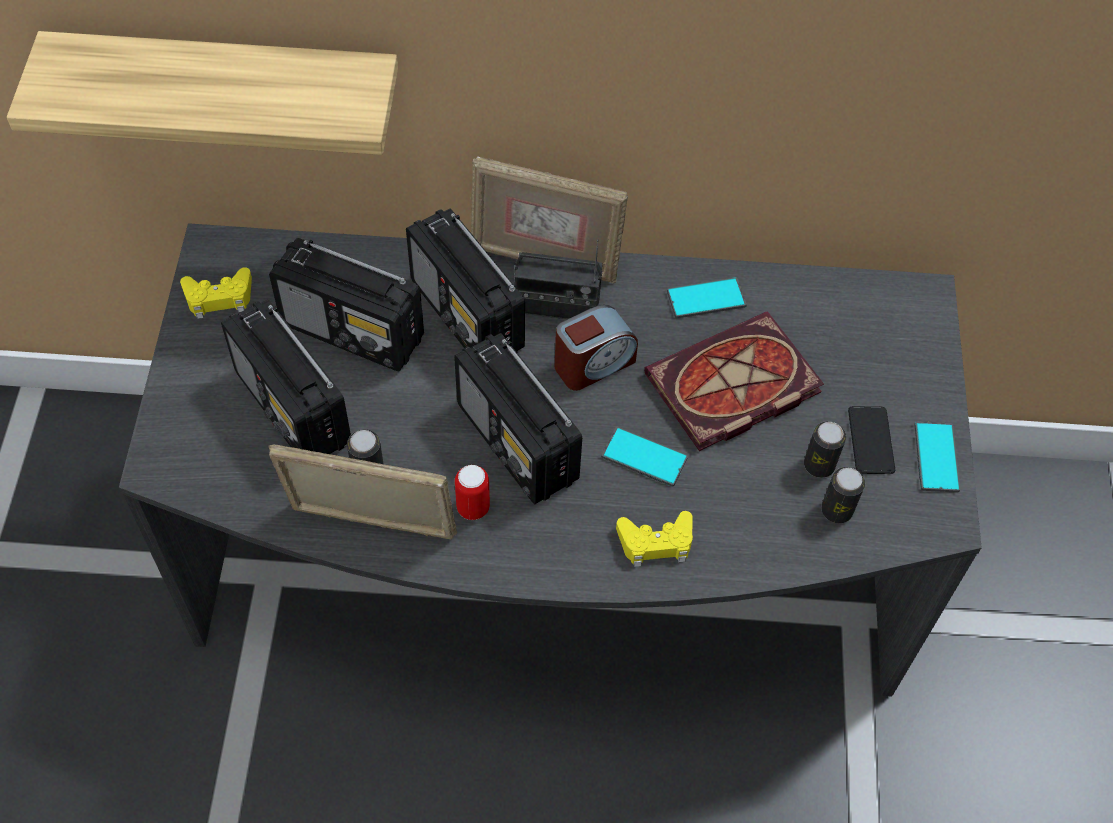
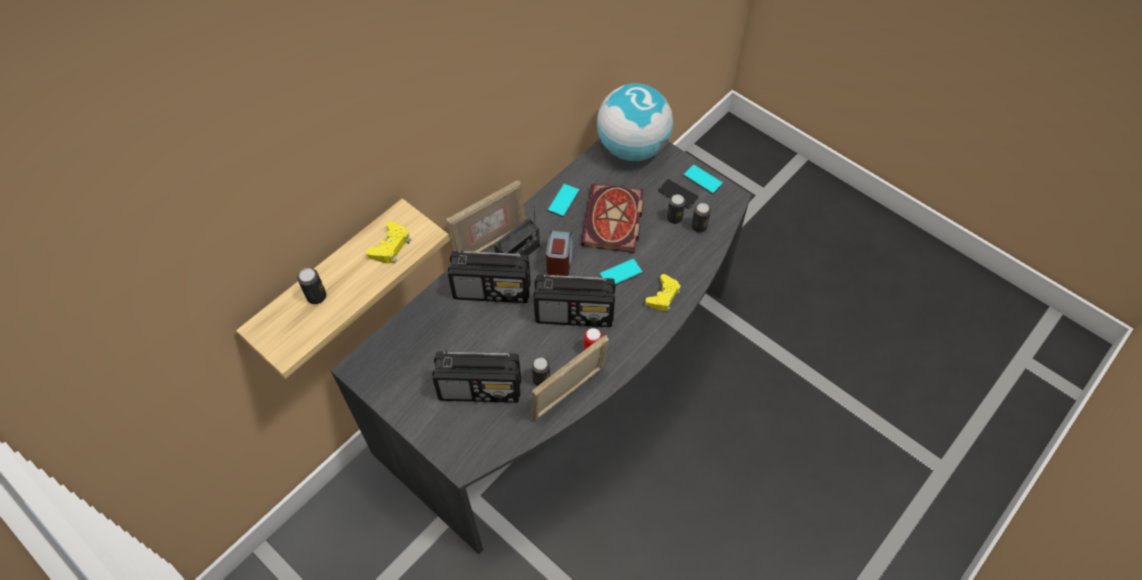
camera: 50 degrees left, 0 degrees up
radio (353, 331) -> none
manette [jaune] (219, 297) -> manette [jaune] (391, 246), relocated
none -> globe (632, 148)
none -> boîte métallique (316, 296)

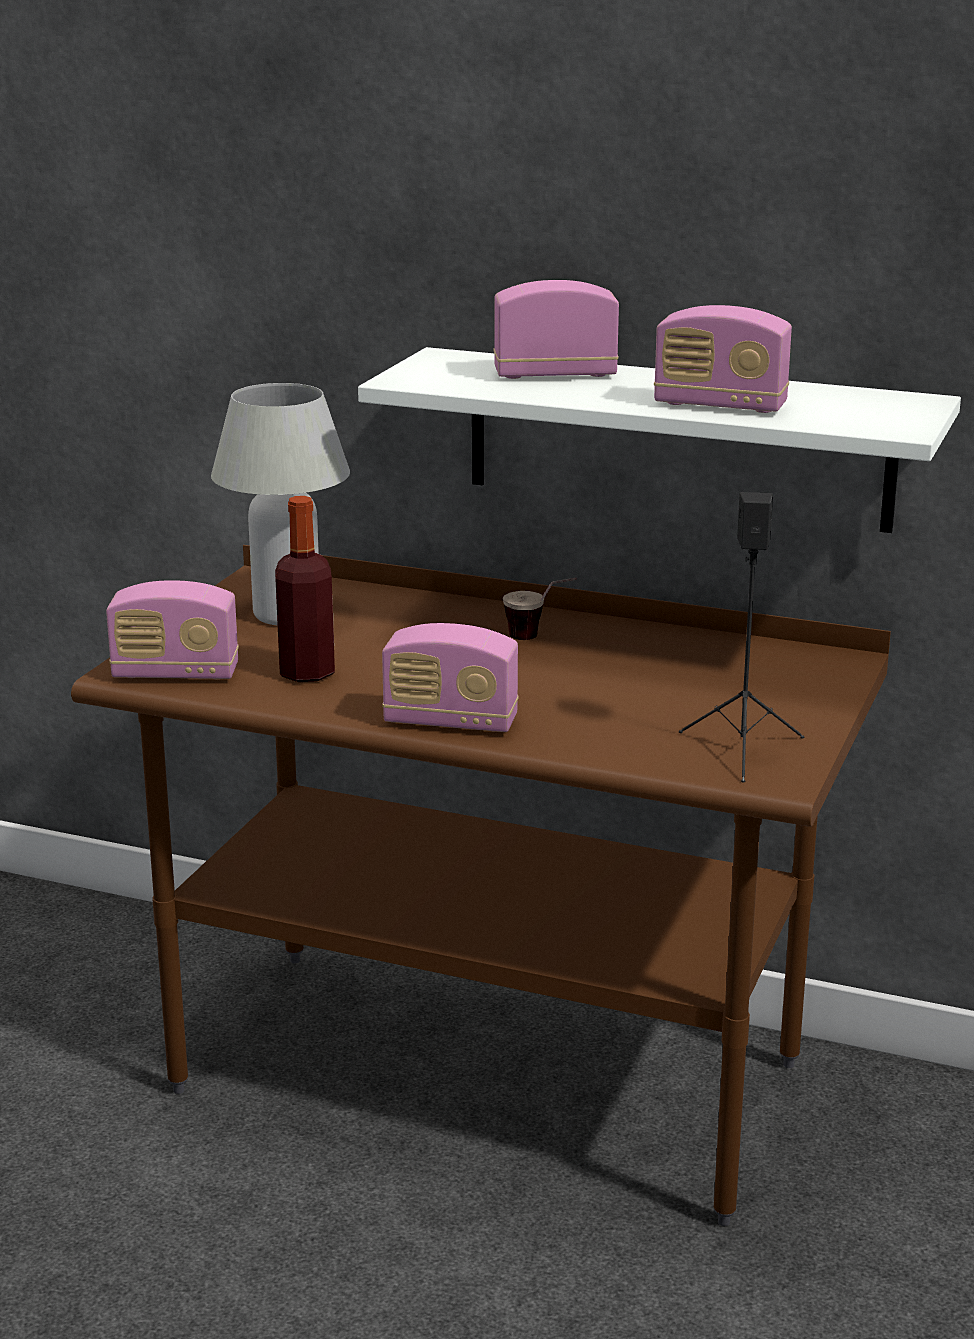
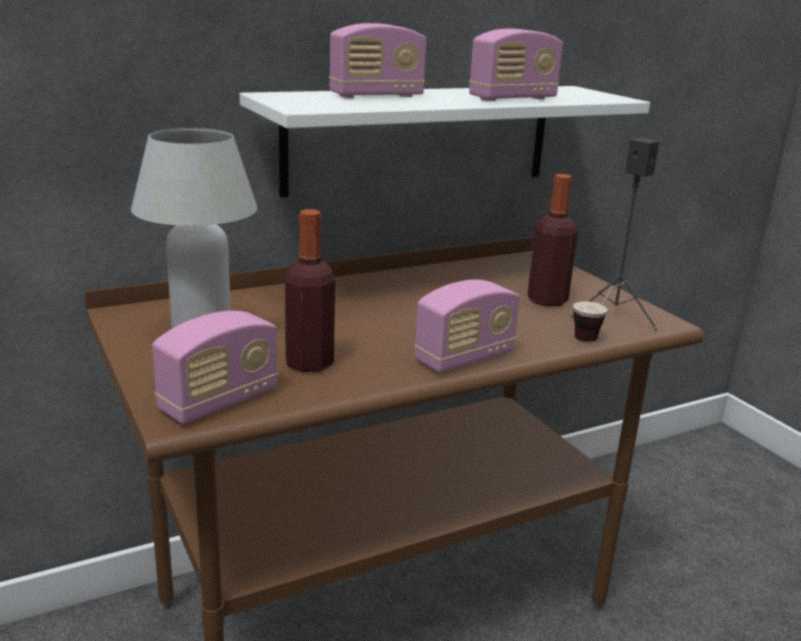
camera: 50 degrees left, 0 degrees up
radio (555, 374) -> radio (376, 96), 150 degrees counterclockwise
tasse (539, 638) -> tasse (596, 335), relocated
none -> bouteille (547, 300)

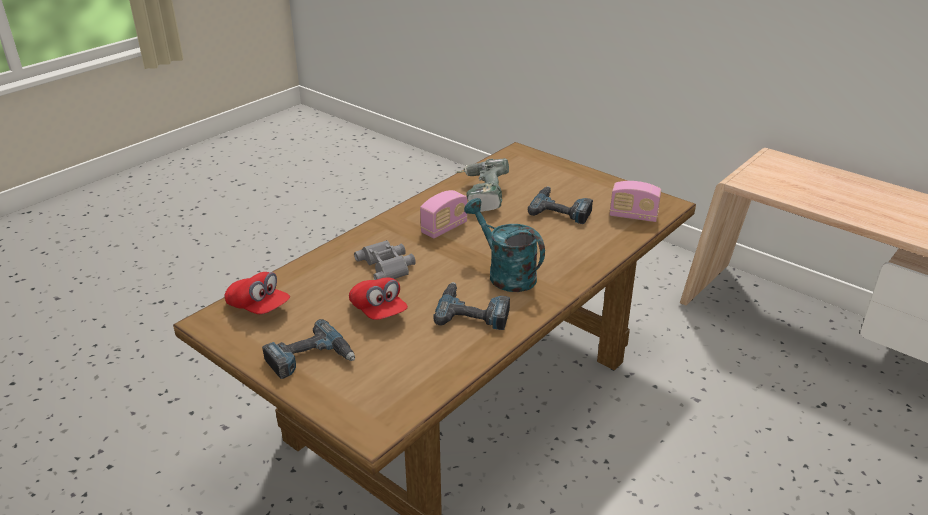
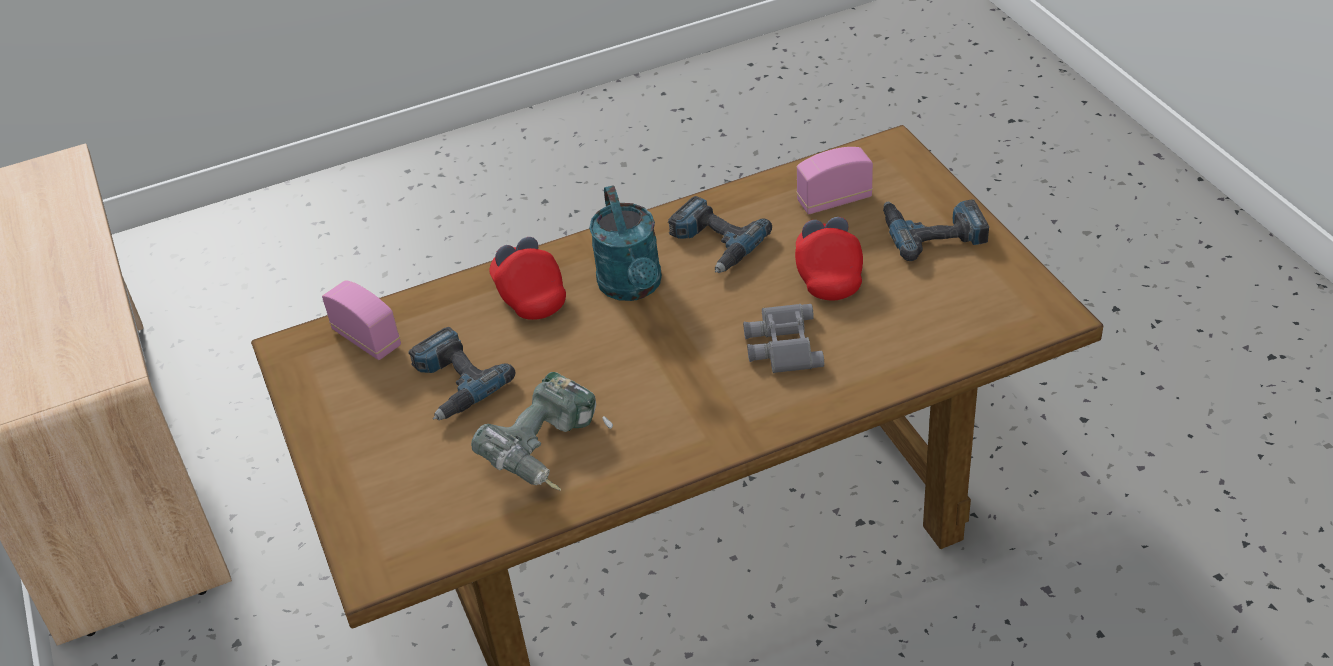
camera: 150 degrees left, 10 degrees up
radio (444, 228) -> radio (834, 200), relocated
casquette [rouge] (259, 307) -> casquette [rouge] (529, 294), relocated

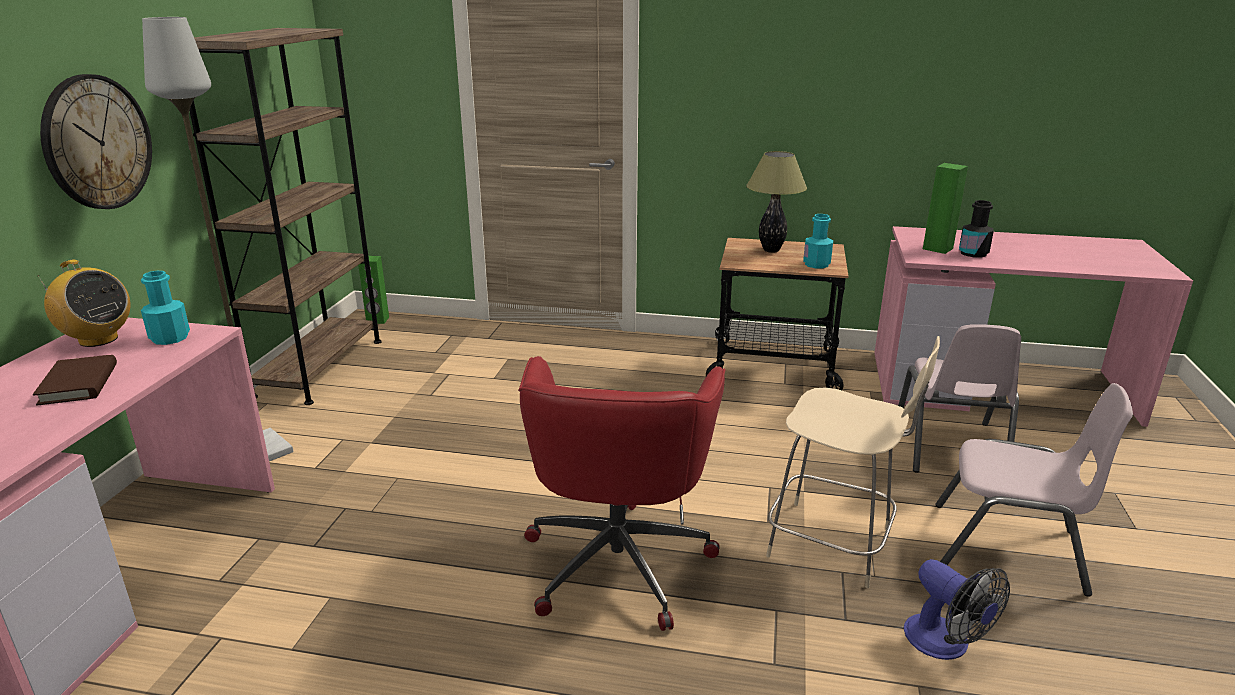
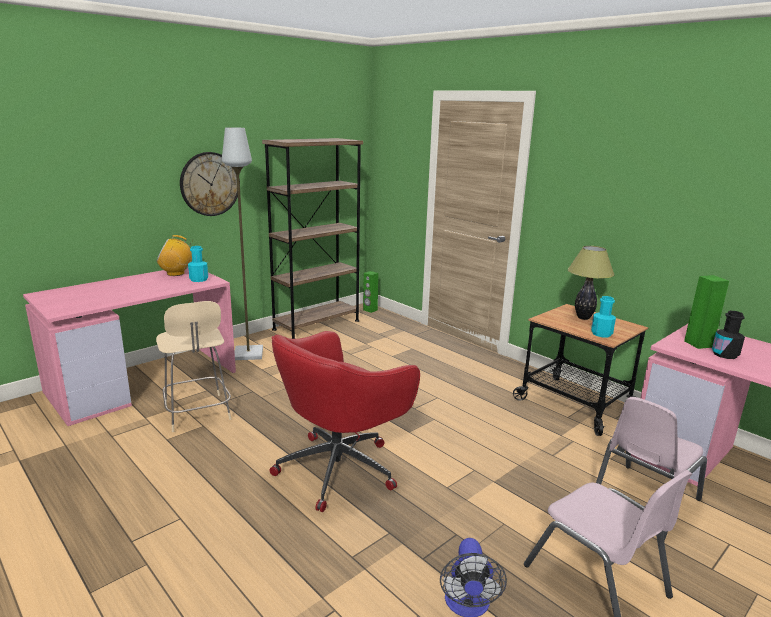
camera: 35 degrees right, 5 degrees down
radio (98, 339) -> radio (176, 273), 105 degrees clockwise
tabouret [beige] (834, 544) -> tabouret [beige] (197, 414), relocated
livre [marron] (79, 384) -> none

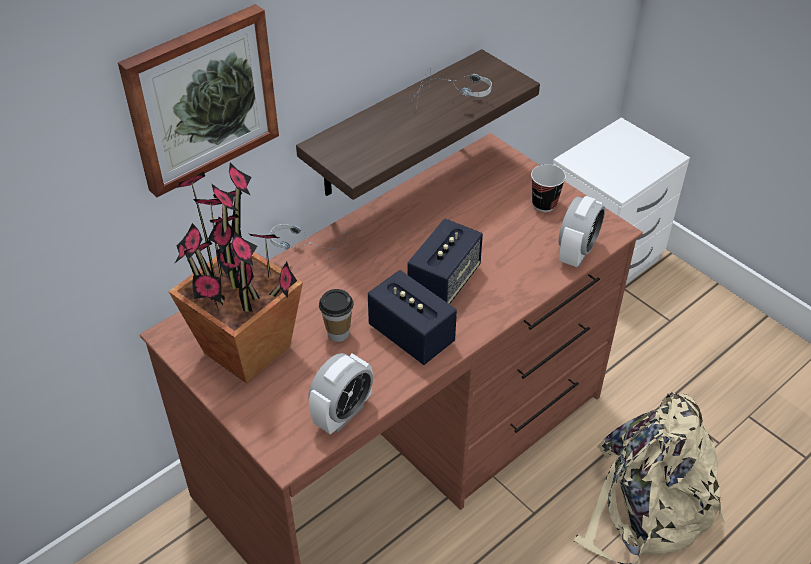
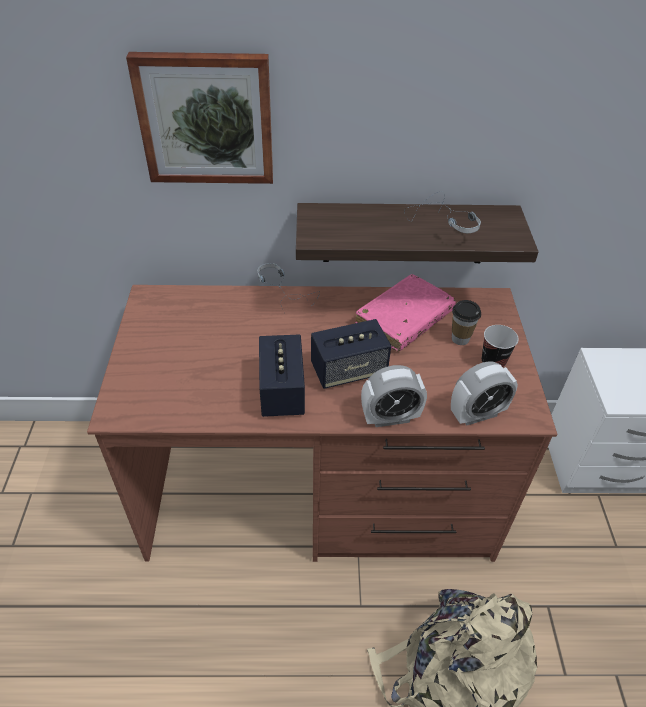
camera: 40 degrees right, 0 degrees up
plante en pot (246, 350) -> none
tasse (338, 333) -> tasse (460, 339), relocated
réveil (342, 414) -> réveil (390, 418), relocated
none -> livre [rose] (404, 320)

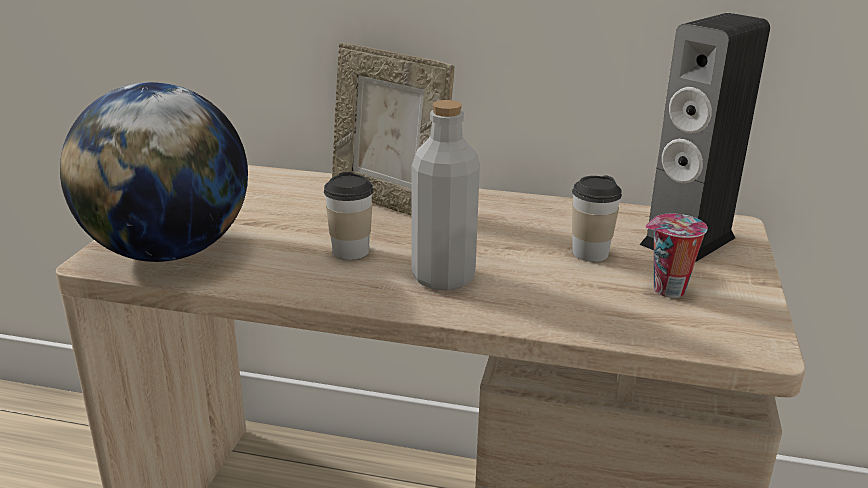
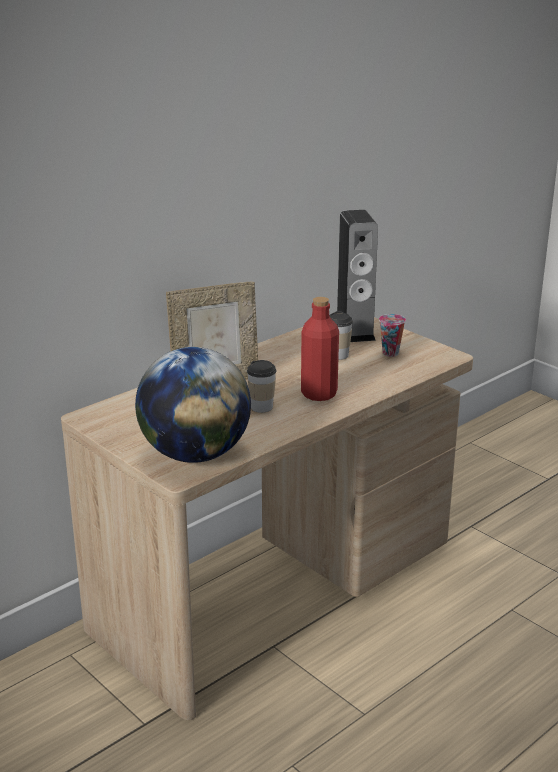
camera: 55 degrees left, 0 degrees up
bouteille [gris] (443, 277) -> bouteille [rouge] (319, 394)

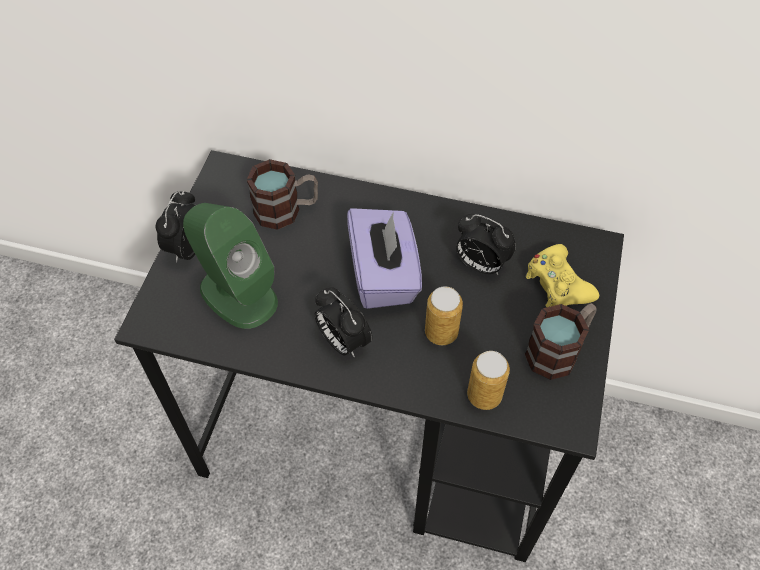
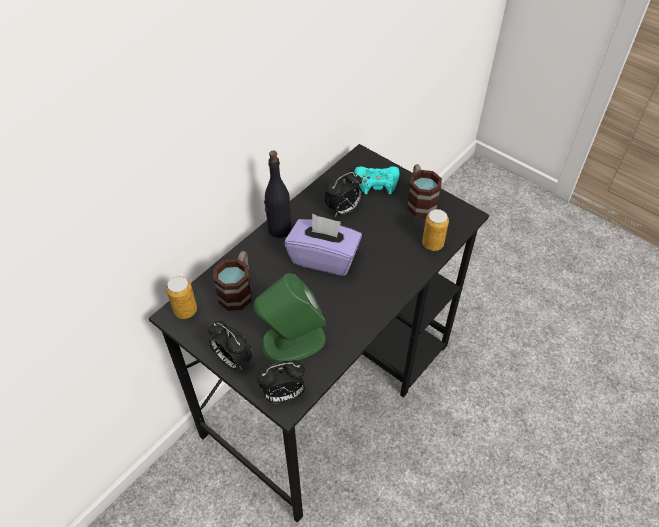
camera: 65 degrees left, 5 degrees down
manette [jaune] (558, 284) -> manette [turquoise] (377, 183)
boîte métallique (441, 332) -> boîte métallique (185, 310), relocated
réveil (342, 341) -> réveil (283, 395), relocated
none -> bouteille [noir] (279, 229)

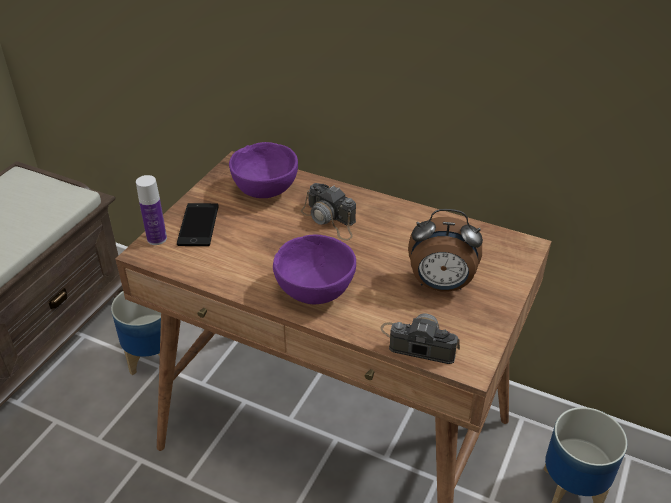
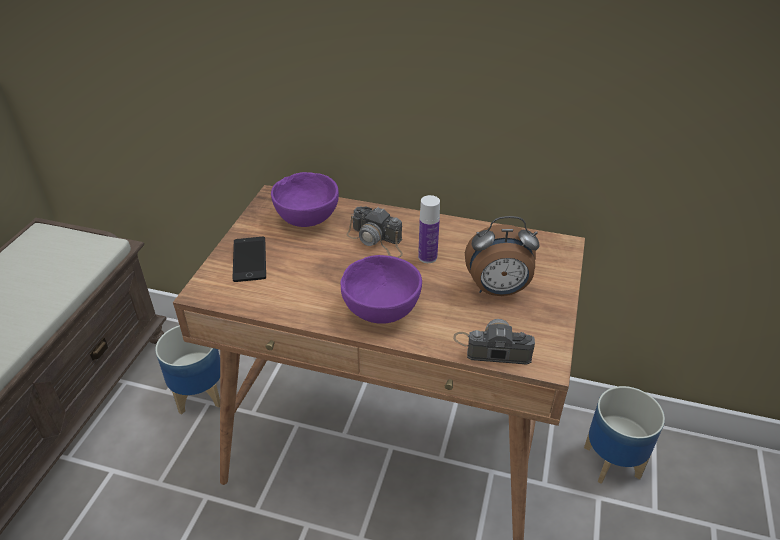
camera: 10 degrees left, 0 degrees up
bouteille (157, 239) -> bouteille (427, 257), relocated

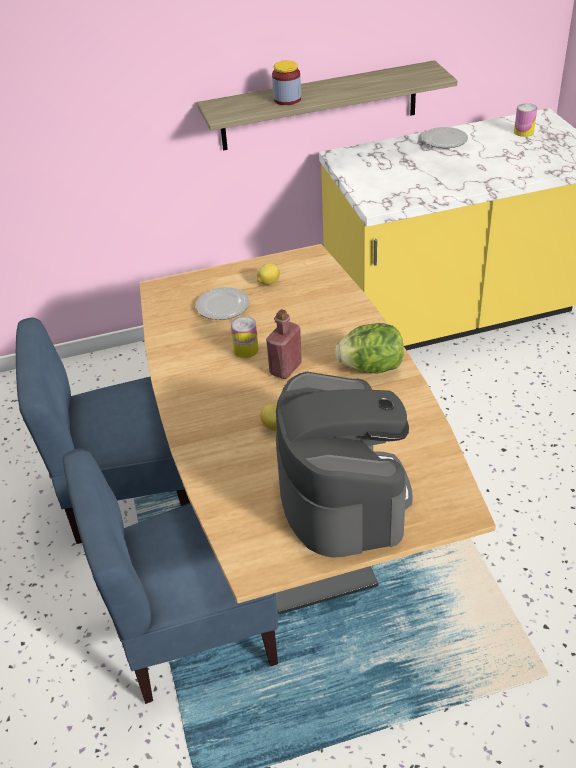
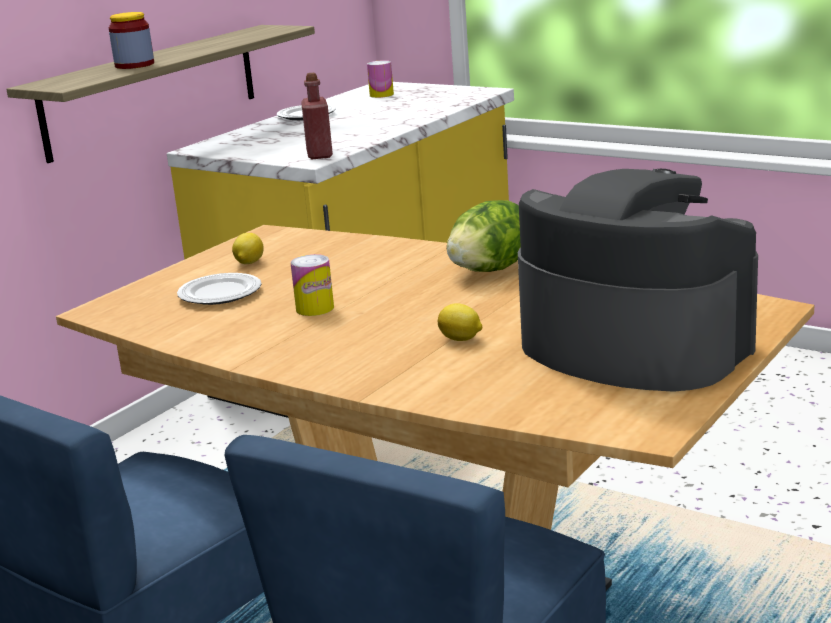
camera: 40 degrees left, 20 degrees down
bouteille [rouge] (285, 368) -> bouteille [rouge] (319, 154), relocated

